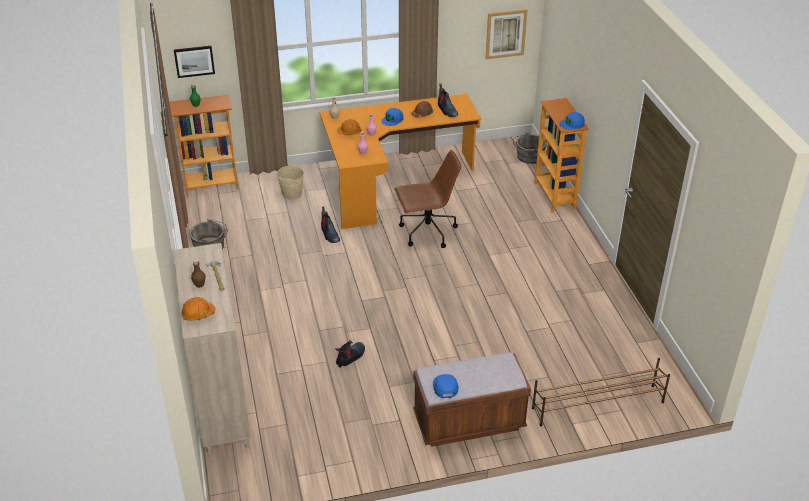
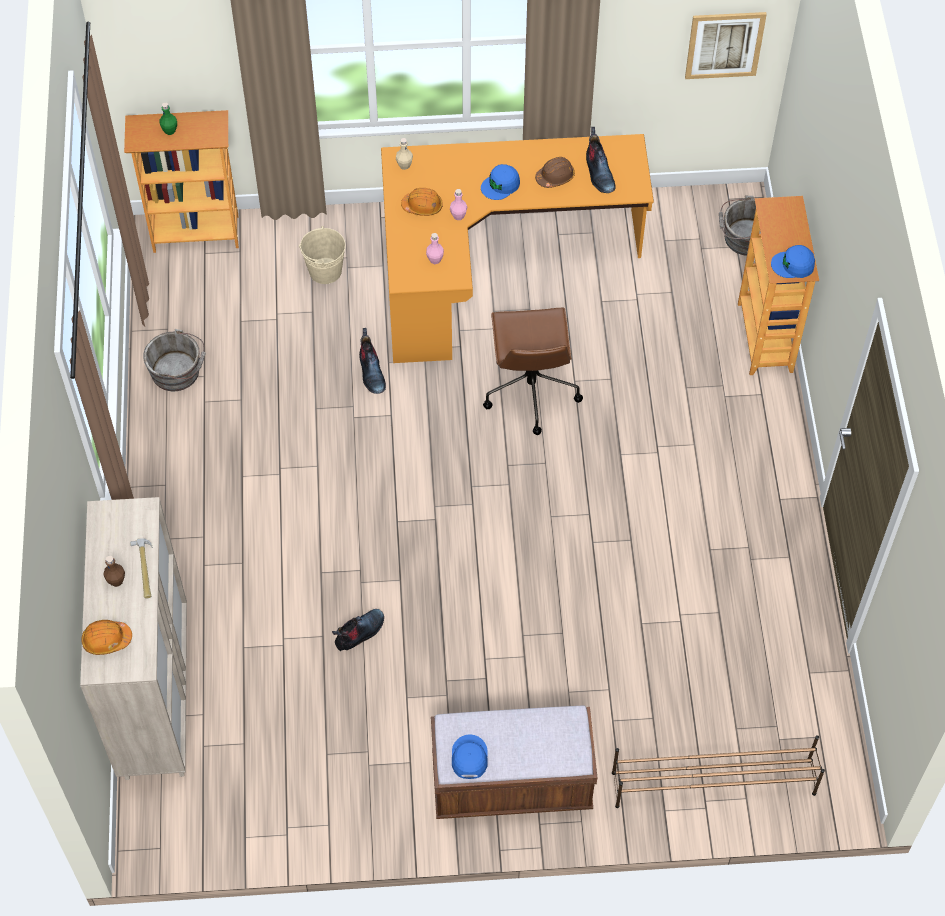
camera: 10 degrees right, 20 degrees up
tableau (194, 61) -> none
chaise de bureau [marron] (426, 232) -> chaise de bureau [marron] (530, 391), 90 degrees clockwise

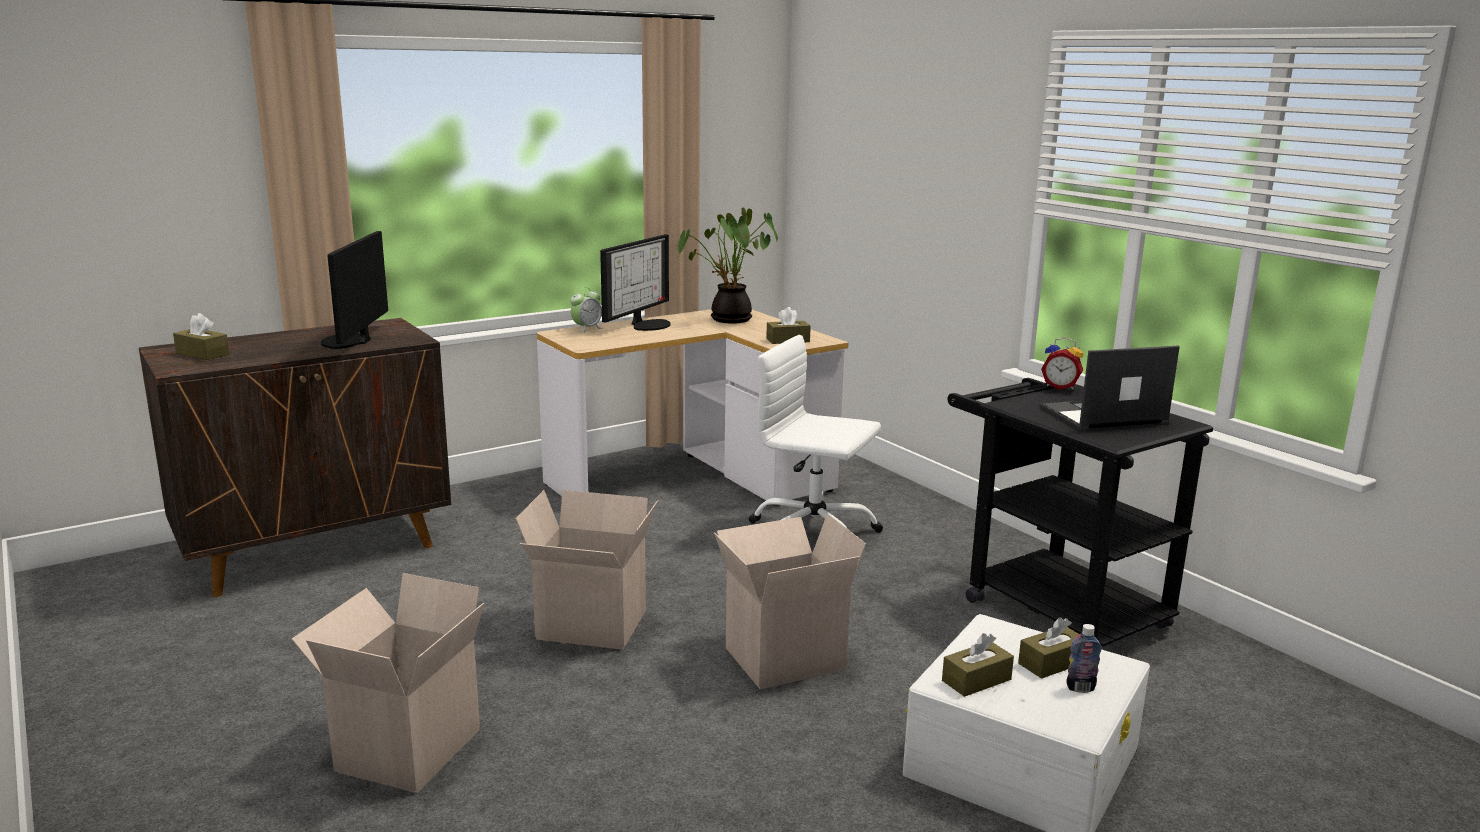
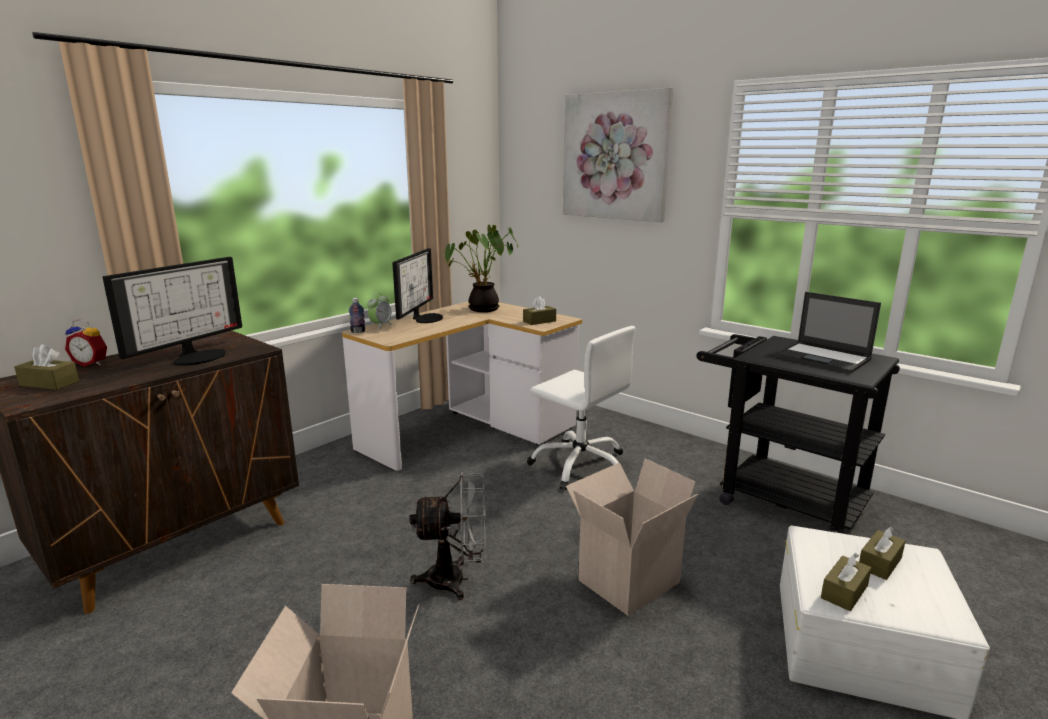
camera: 15 degrees left, 0 degrees up
écran d'ordinateur (350, 341) -> écran d'ordinateur (197, 356), 135 degrees counterclockwise
chaise de bureau [blanc] (813, 535) -> chaise de bureau [blanc] (580, 465), 150 degrees counterclockwise
réveil (1060, 387) -> réveil (92, 363), relocated
ordinateur portable (1101, 416) -> ordinateur portable (824, 358), 105 degrees counterclockwise
carton (589, 626) -> ventilateur [gris] (456, 580)
bouteille (1080, 688) -> bouteille (358, 332), relocated
none -> tableau (615, 156)

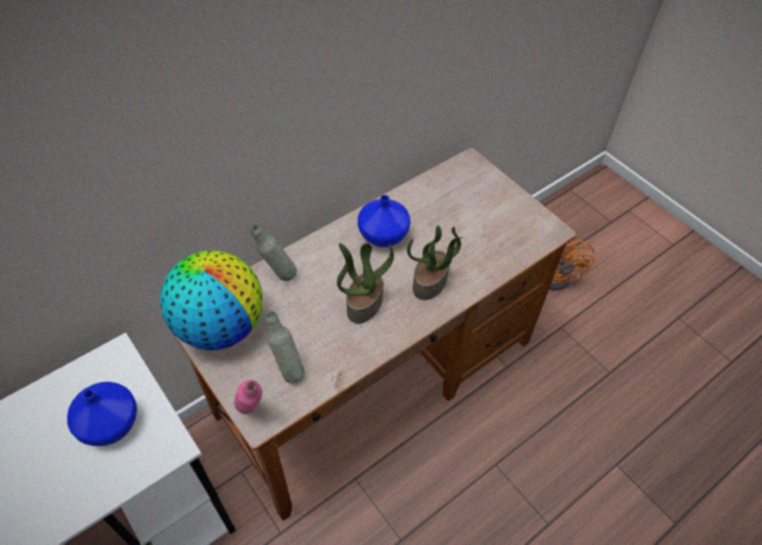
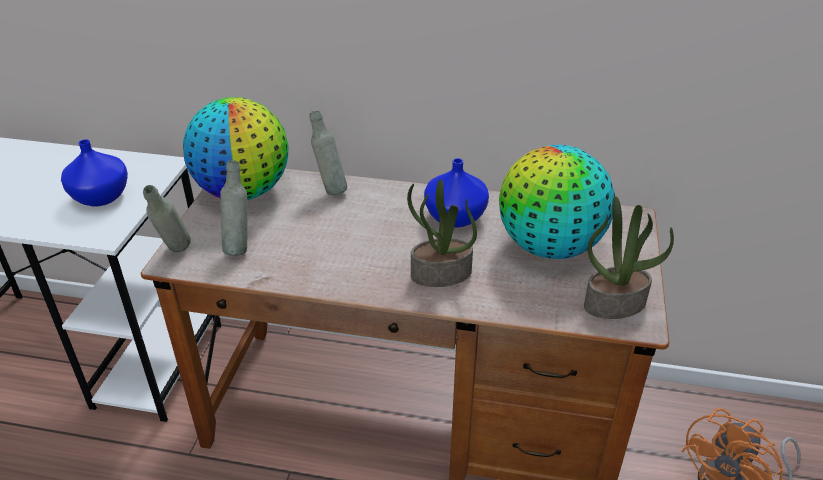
camera: 50 degrees right, 15 degrees down
plante en pot (364, 303) -> plante en pot (615, 303), relocated
bouteille [rose] (253, 413) -> bouteille [gris] (175, 254)
none -> globe (549, 247)

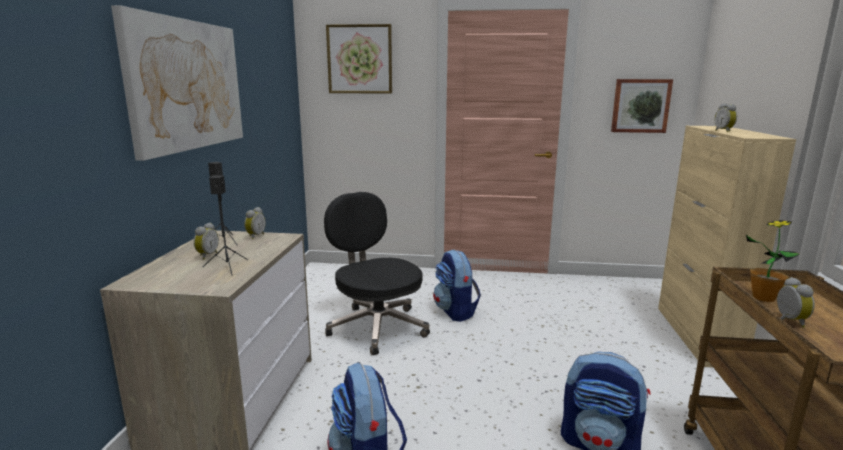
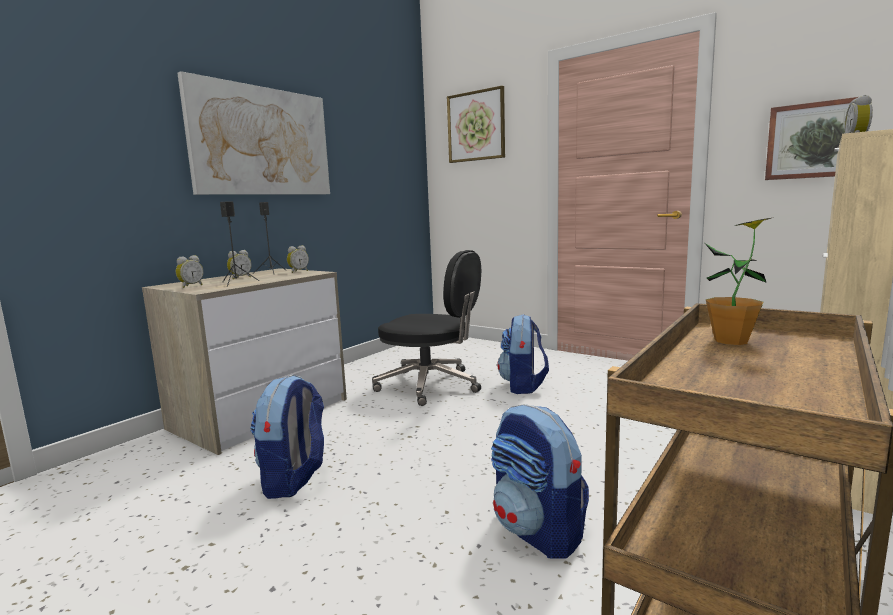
camera: 30 degrees right, 5 degrees down
chaise de bureau [noir] (376, 327) -> chaise de bureau [noir] (431, 385), 120 degrees clockwise
réveil (788, 321) -> réveil (190, 286), relocated

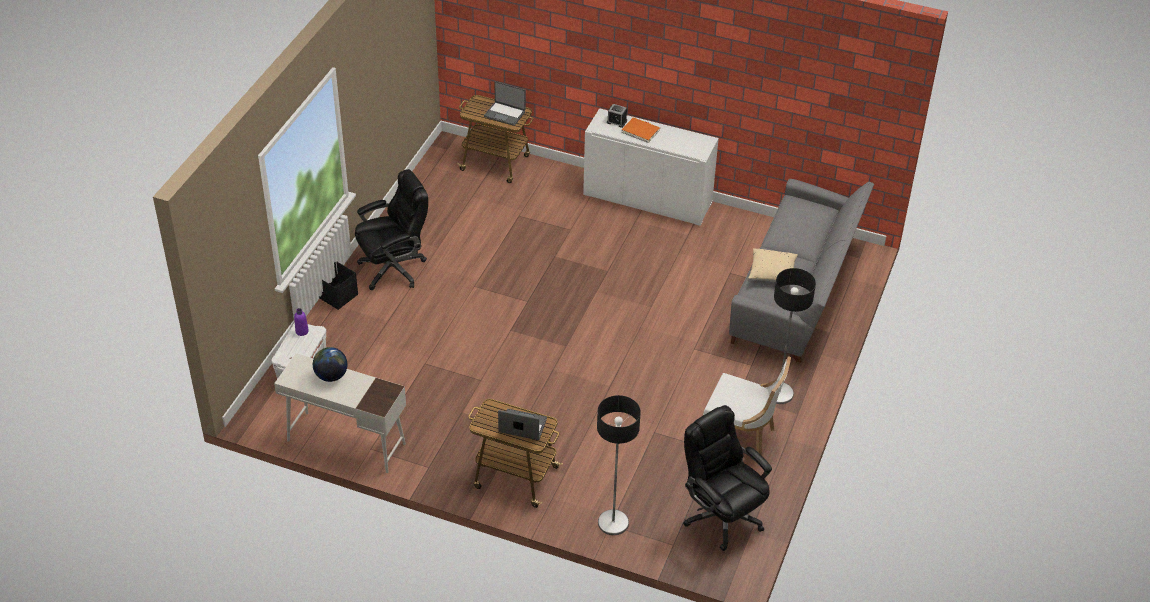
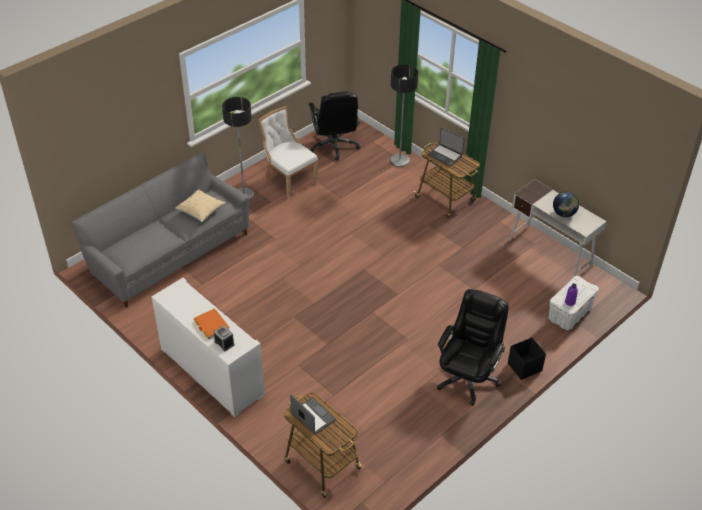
camera: 155 degrees left, 0 degrees up
chaise de bureau [noir] (394, 268) -> chaise de bureau [noir] (468, 378), 120 degrees clockwise

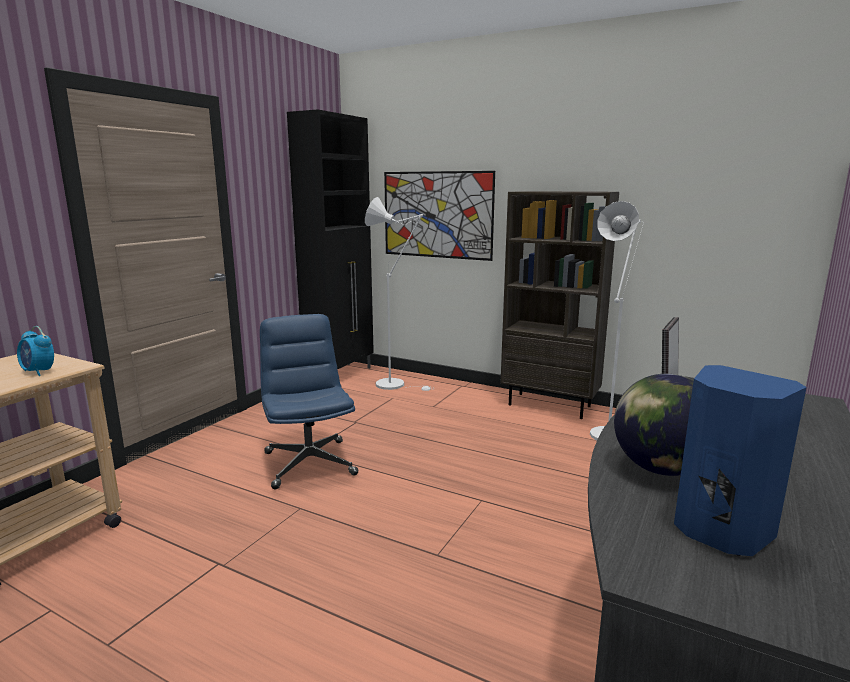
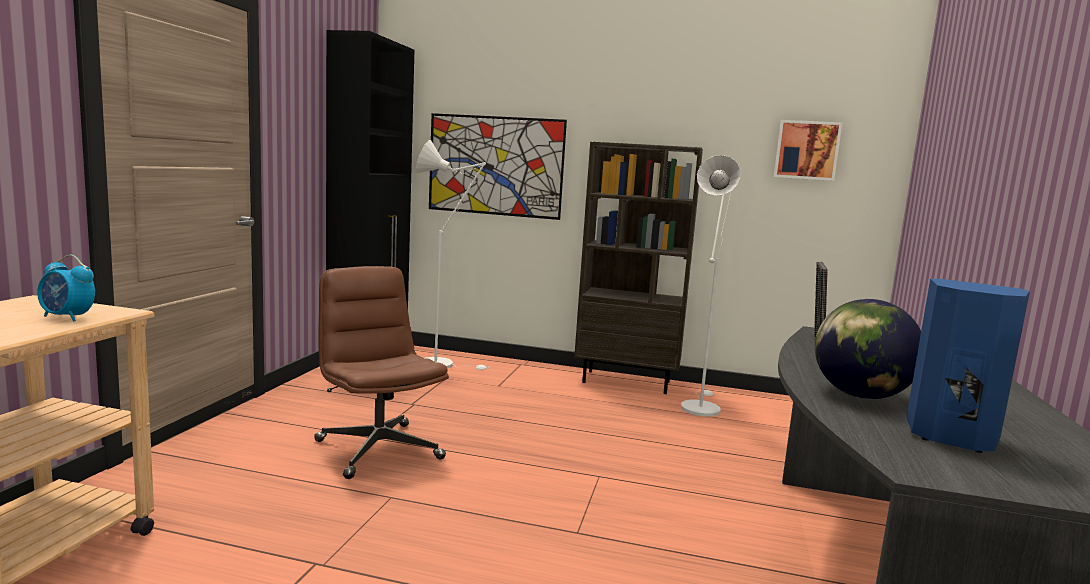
camera: 15 degrees left, 5 degrees down
chaise de bureau [bleu] (309, 463) -> chaise de bureau [marron] (377, 449)
none -> tableau (806, 150)

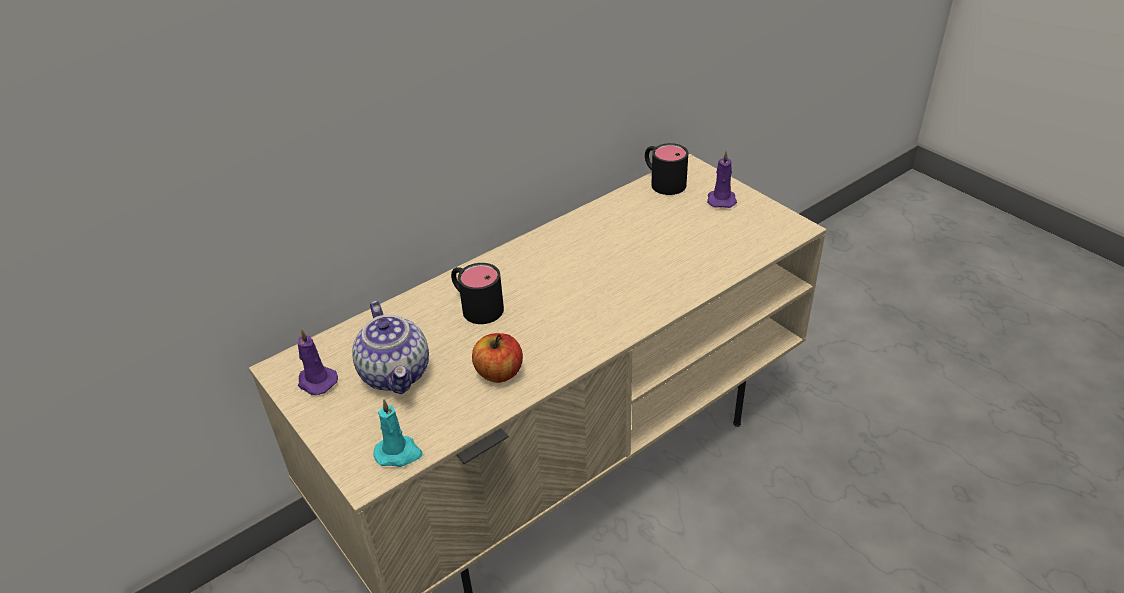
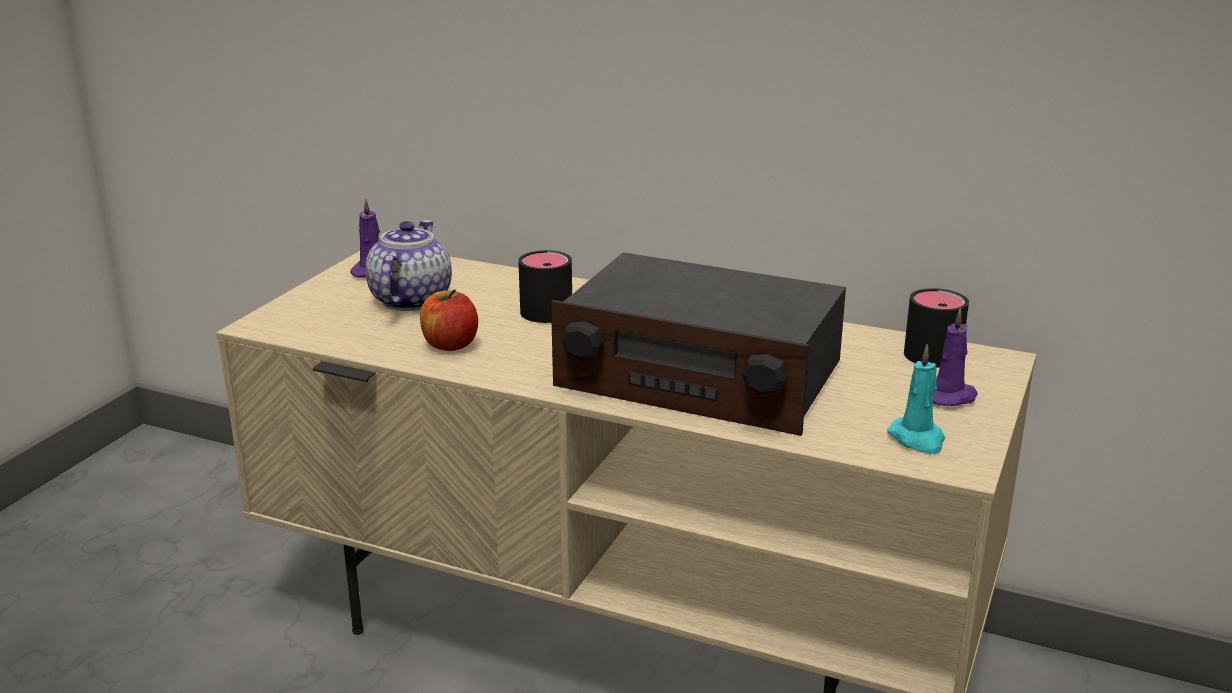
camera: 60 degrees right, 15 degrees down
théière (396, 374) -> théière (410, 300), 150 degrees clockwise
bougie [turquoise] (399, 453) -> bougie [turquoise] (917, 439), relocated
none -> radio (700, 376)

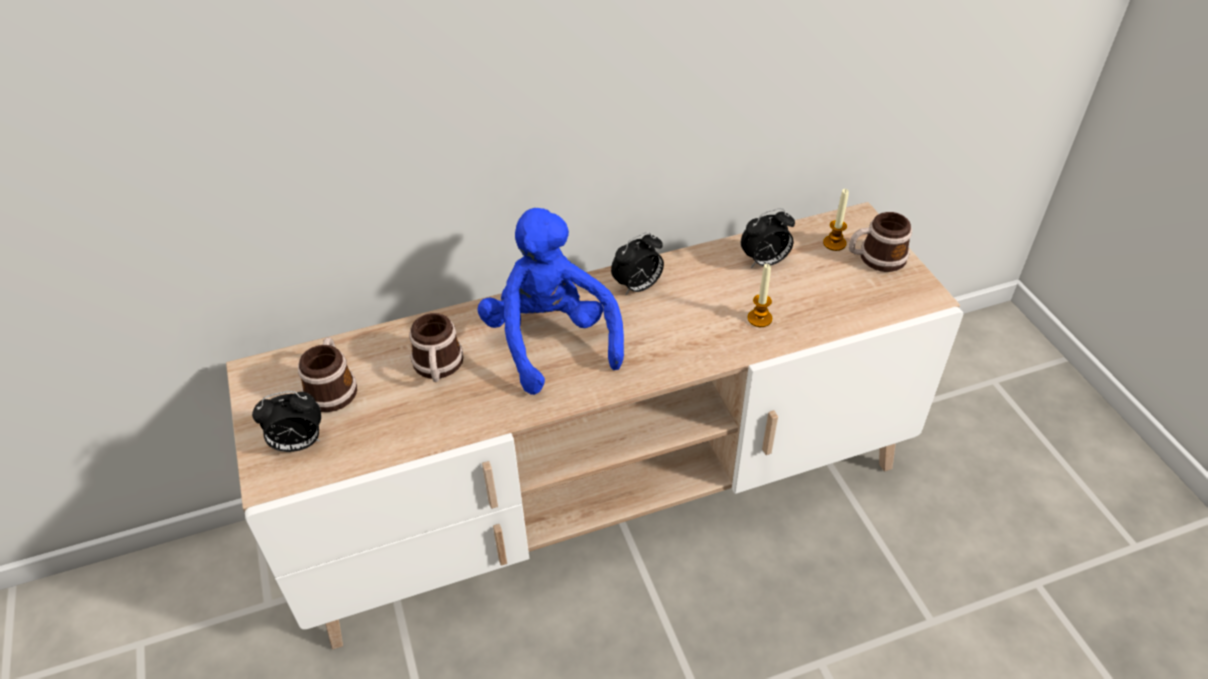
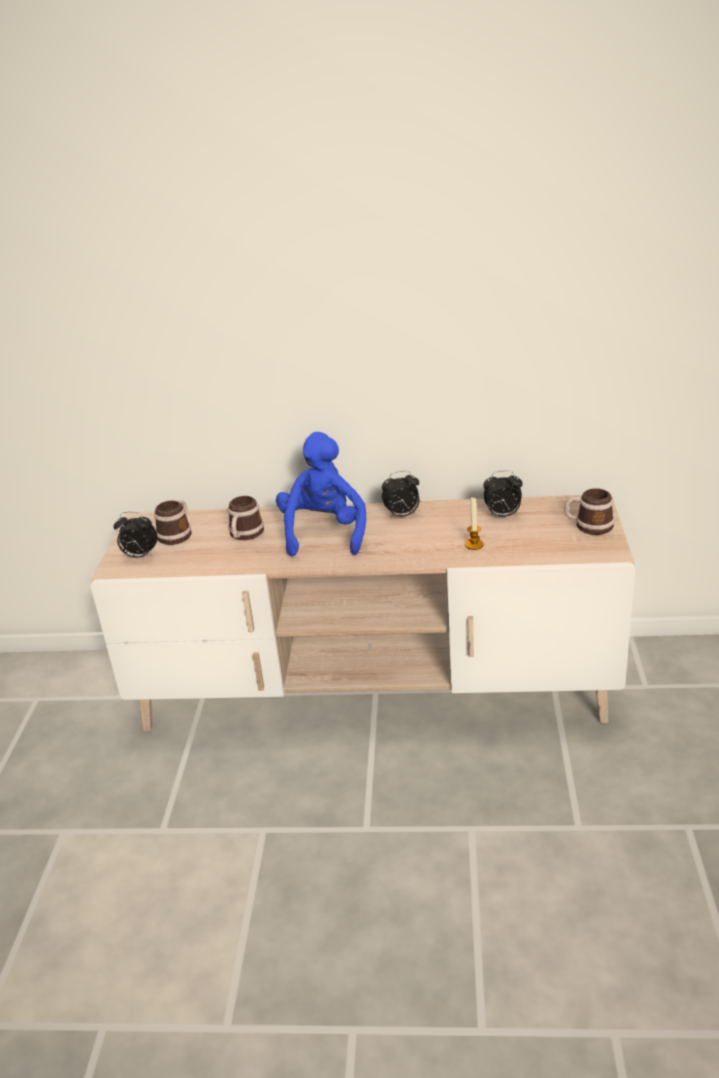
camera: 25 degrees right, 15 degrees down
bougie (834, 243) -> none

